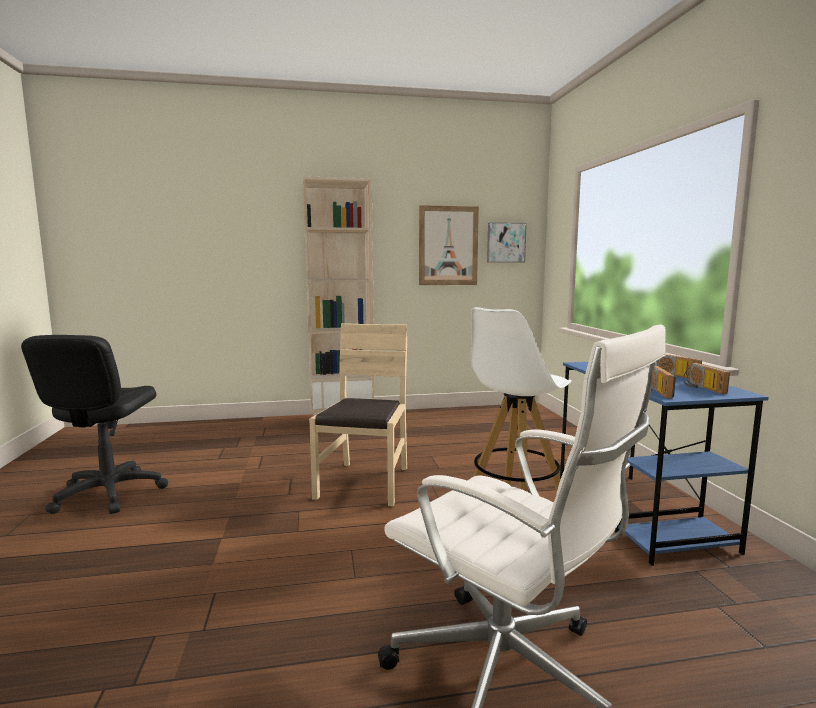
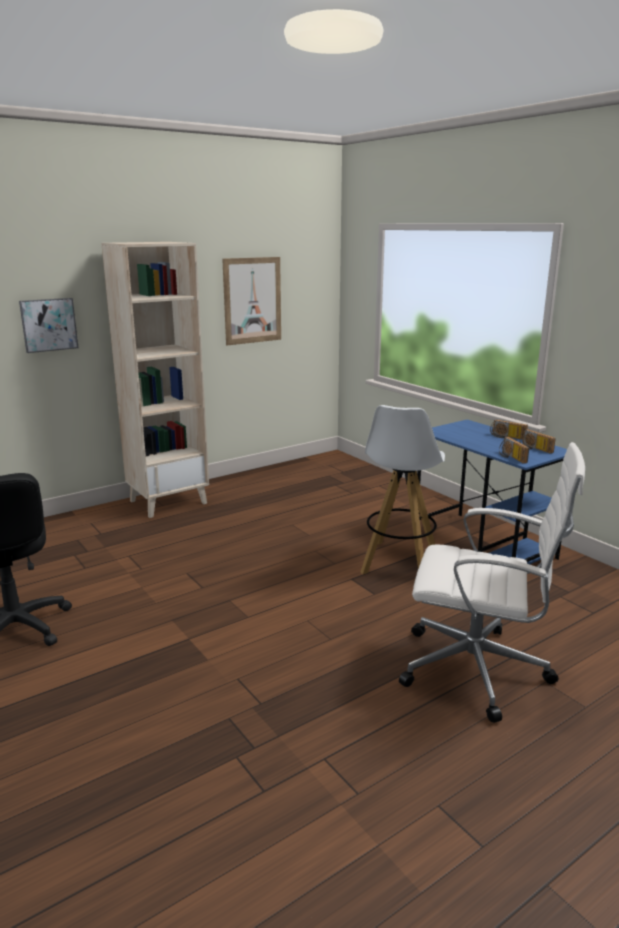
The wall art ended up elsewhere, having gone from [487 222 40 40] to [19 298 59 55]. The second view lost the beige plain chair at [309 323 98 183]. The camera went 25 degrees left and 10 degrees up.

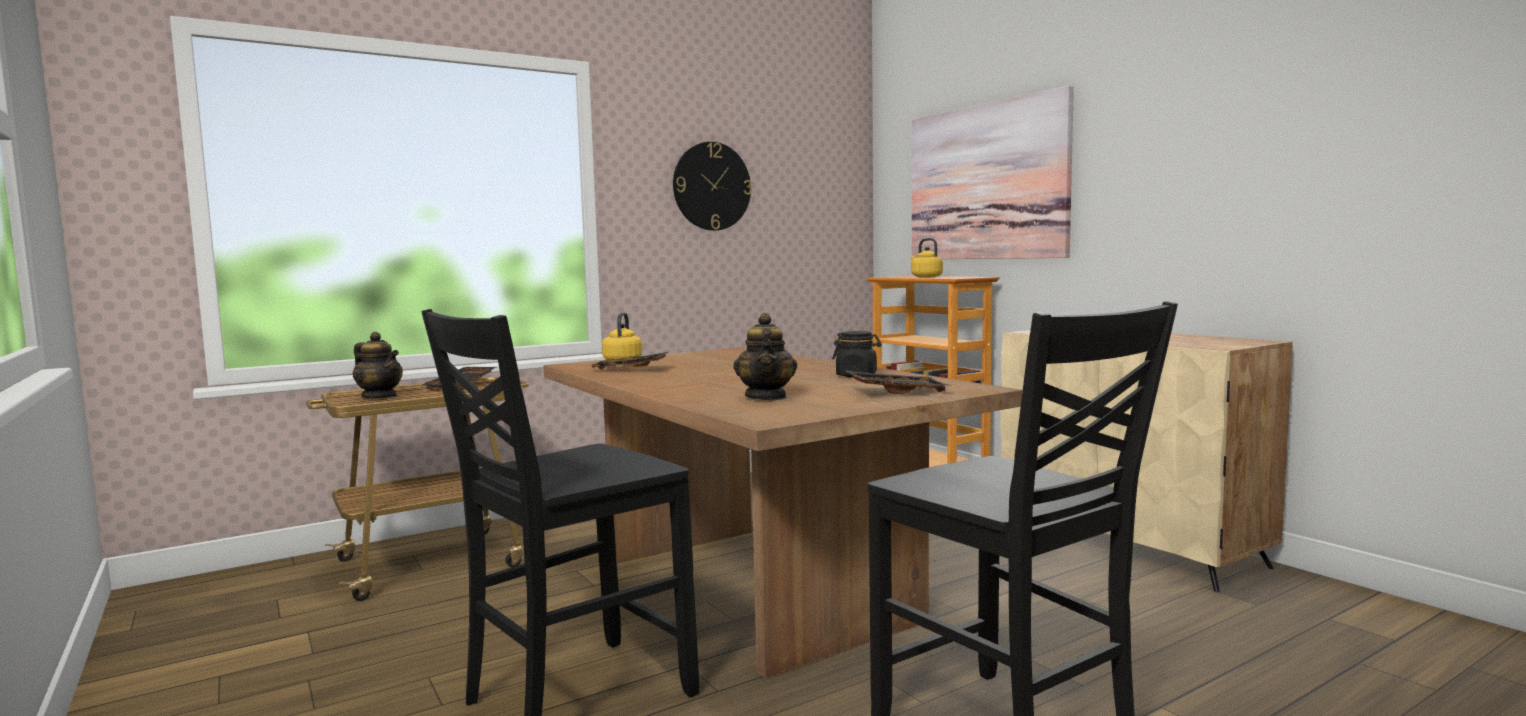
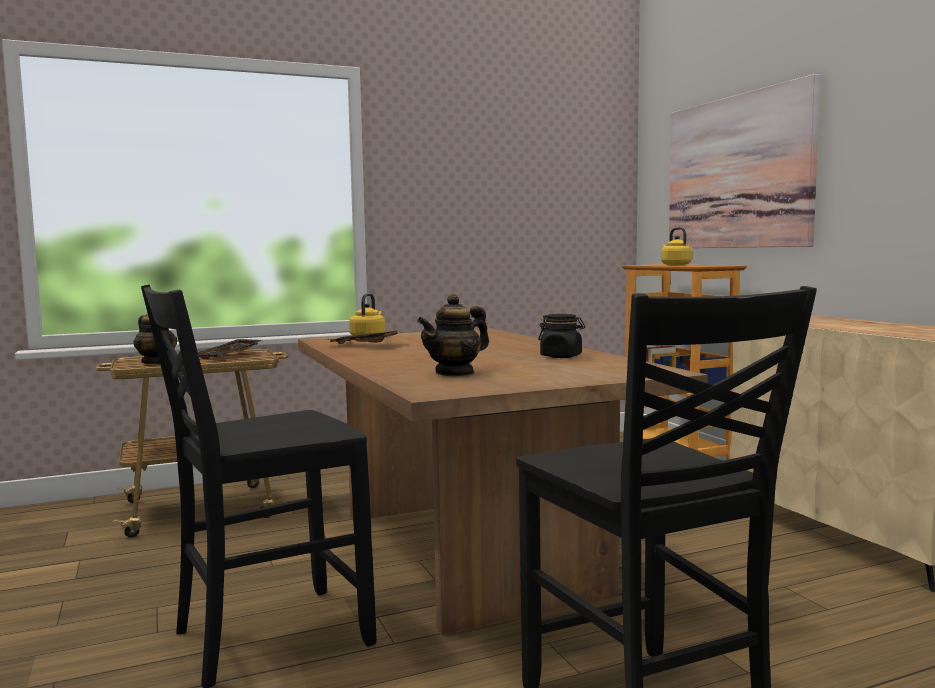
The pot for tea at [733 313 64 87] ended up facing another way, 45 degrees clockwise from before. The second view lost the hanging clock at [673 142 79 89]. The second view lost the black carrying tray at [846 371 105 23]. The camera went 10 degrees right and 0 degrees up.

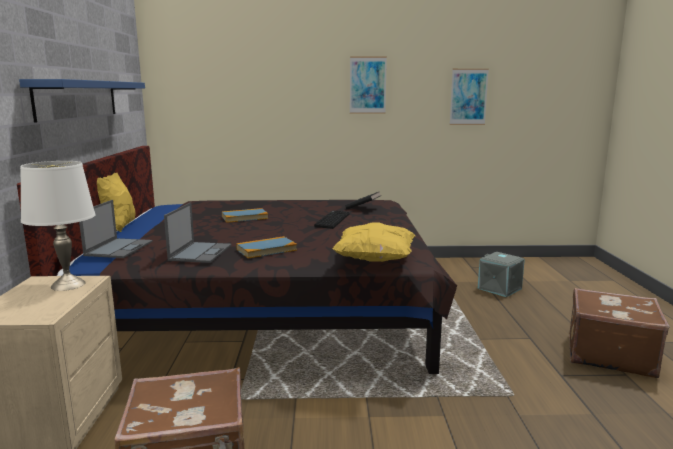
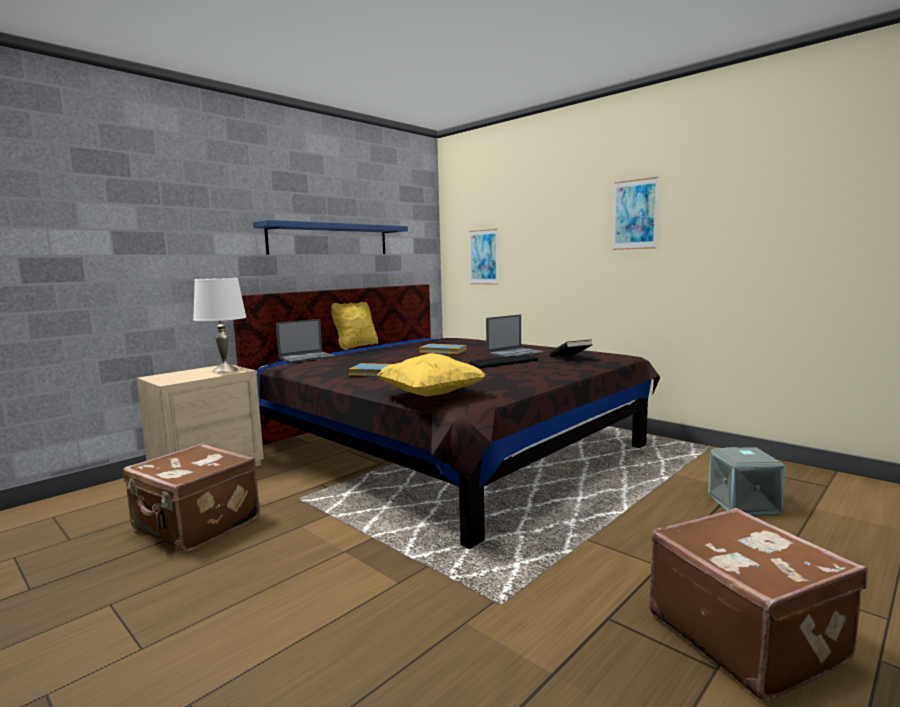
The wall art ended up elsewhere, having gone from [450 69 39 56] to [469 229 29 55]. The portable computer ended up elsewhere, having gone from [164 203 67 60] to [486 314 59 43]. The camera went 45 degrees right and 5 degrees down.

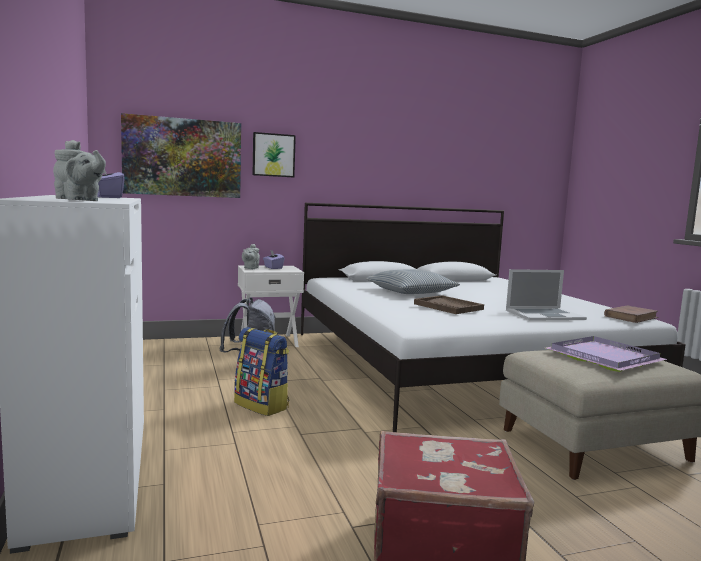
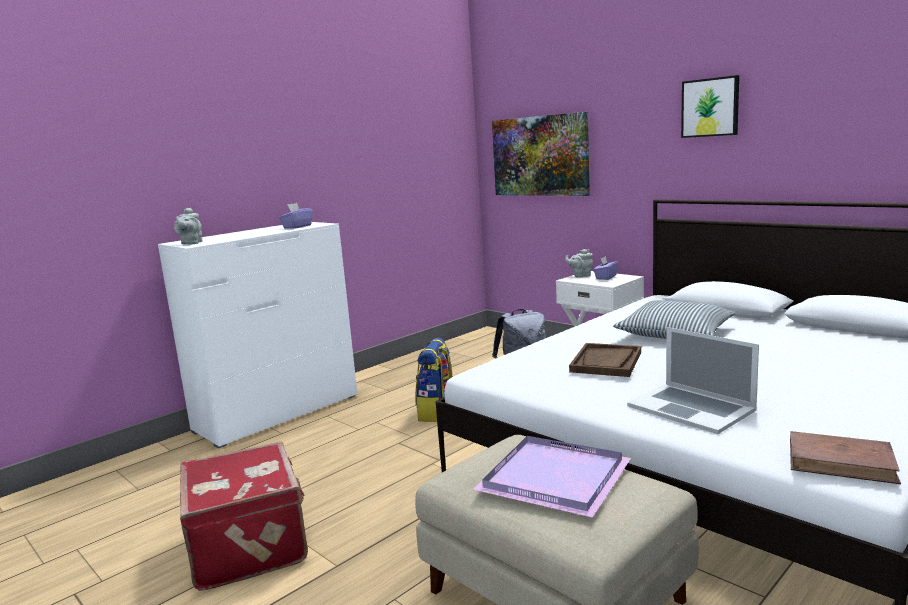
The wall art ended up elsewhere, having gone from [252 132 44 45] to [681 75 58 63]. The camera went 65 degrees right and 5 degrees up.

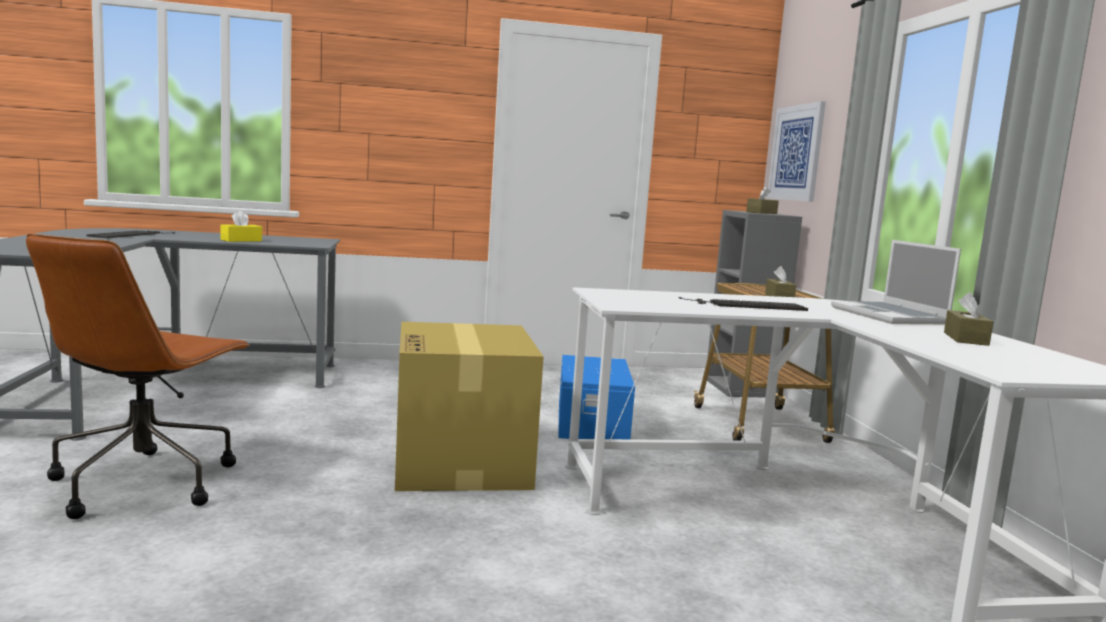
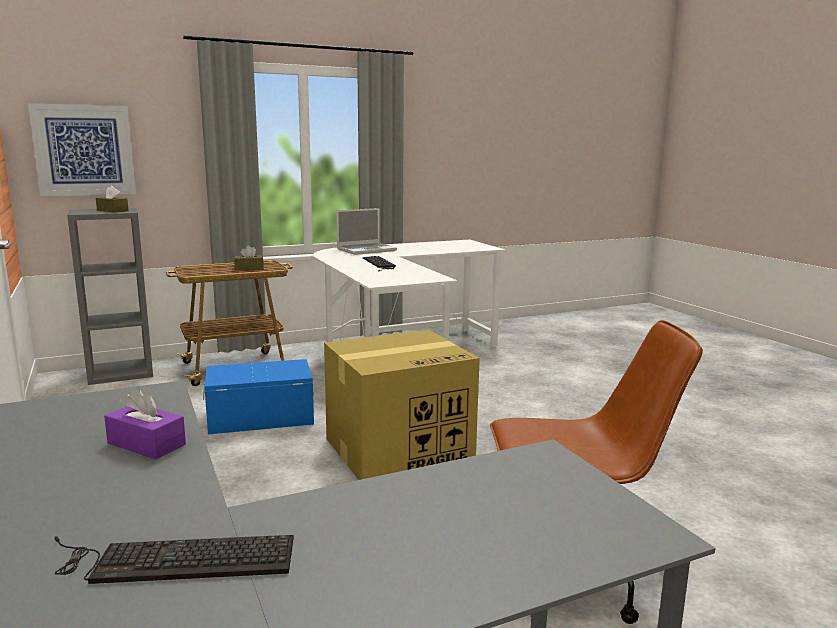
What was the yellowish tissue holder at [220 211 42 31] turned into the purplish tissue holder at [104 388 82 71]. The second view lost the brown tissue holder at [944 292 49 54]. The camera went 105 degrees left and 5 degrees up.

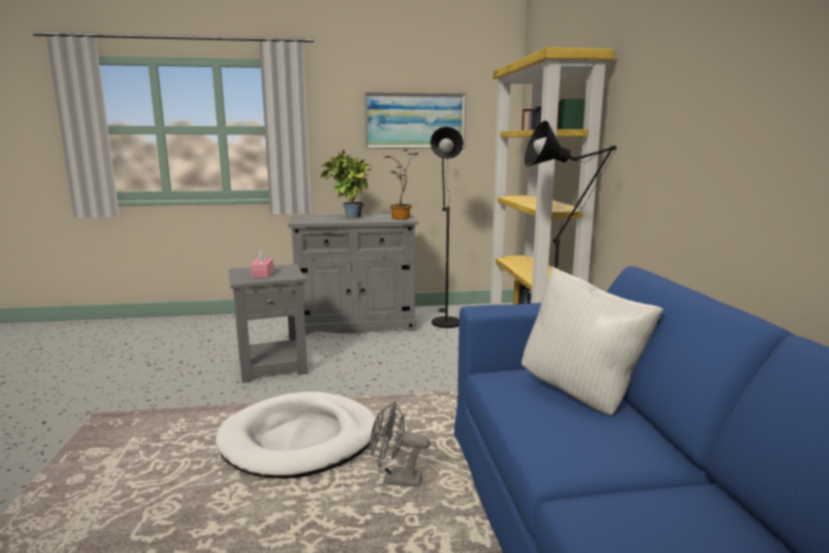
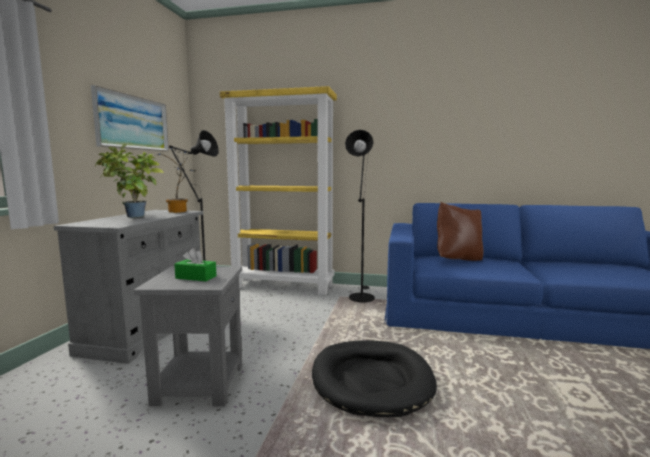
What was the pink tissue holder at [251 249 23 29] turned into the green-coloured tissue holder at [174 248 42 34]. What was the white pet bed at [215 392 164 87] turned into the black pet bed at [312 340 125 77]. What was the white throw pillow at [521 266 142 149] turned into the brown throw pillow at [437 202 46 59]. The second view lost the gray electric fan at [370 402 60 85]. The camera went 70 degrees left and 5 degrees down.

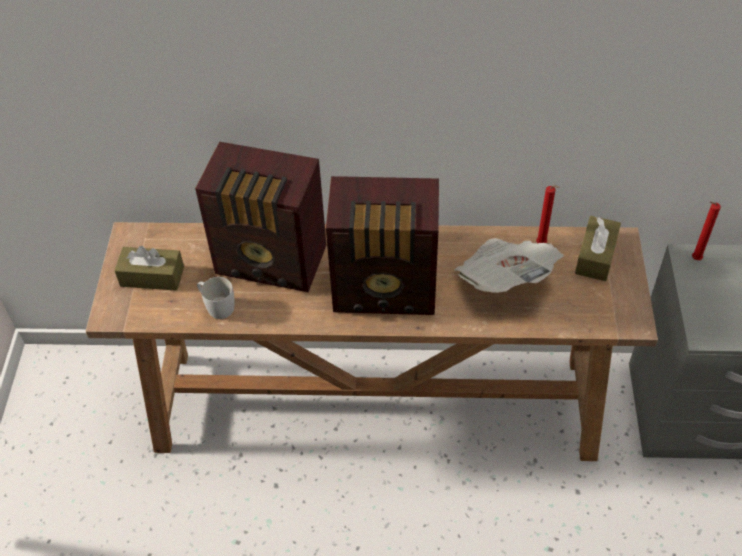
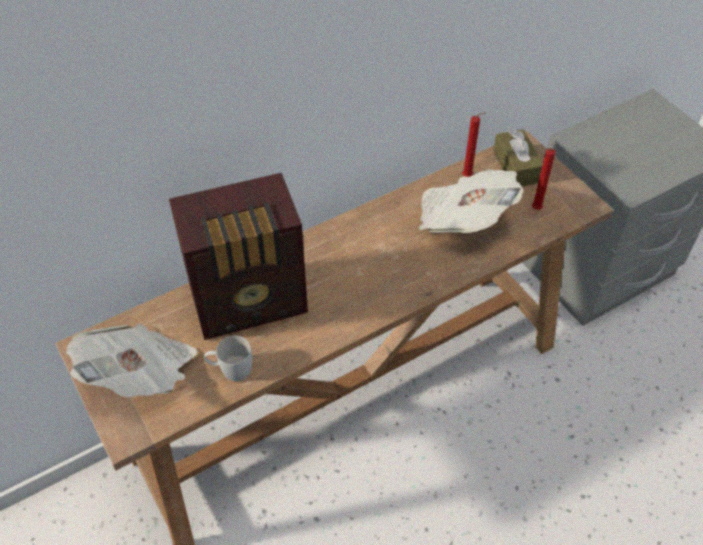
Where the brown tissue holder stood at [114 246 70 45], the daily paper came to stand at [66 324 131 74]. The reddish wax candle ended up elsewhere, having gone from [692 202 29 58] to [532 148 24 62]. The second view lost the radio set at [326 176 113 139]. The camera went 35 degrees left and 0 degrees up.

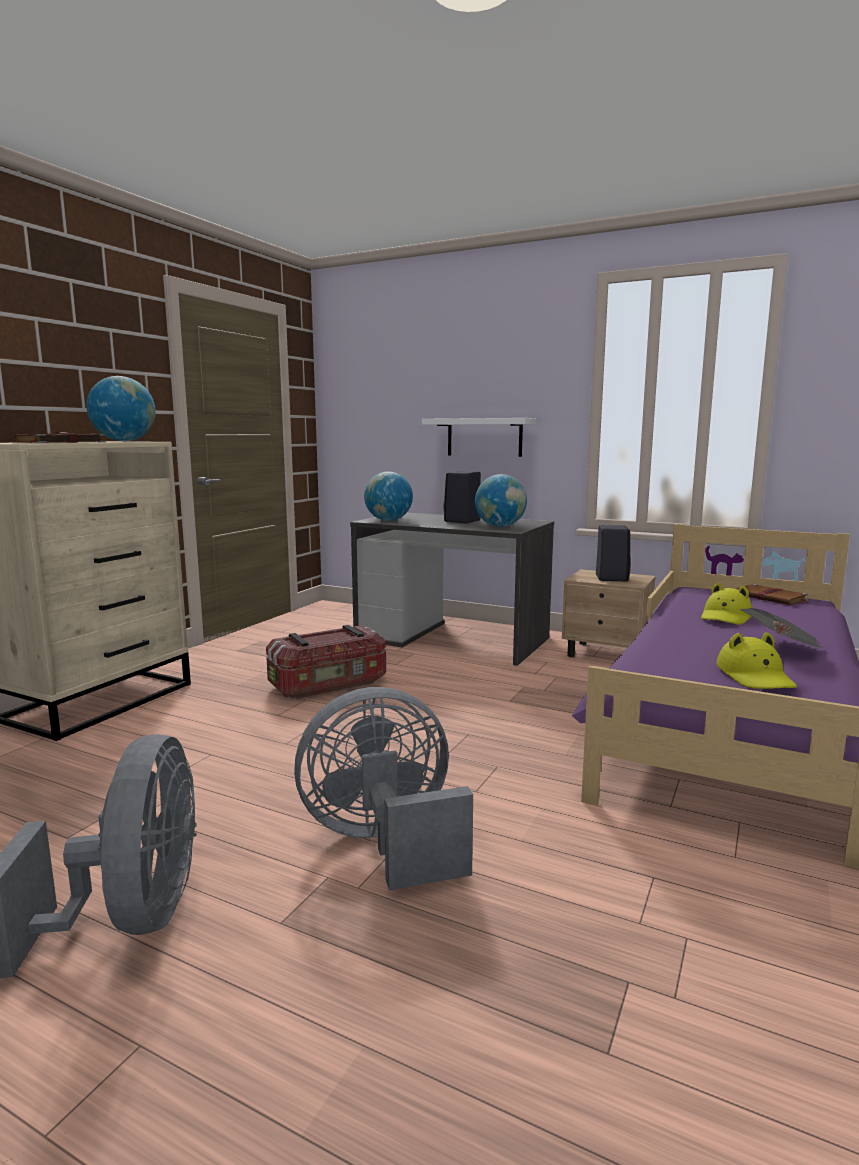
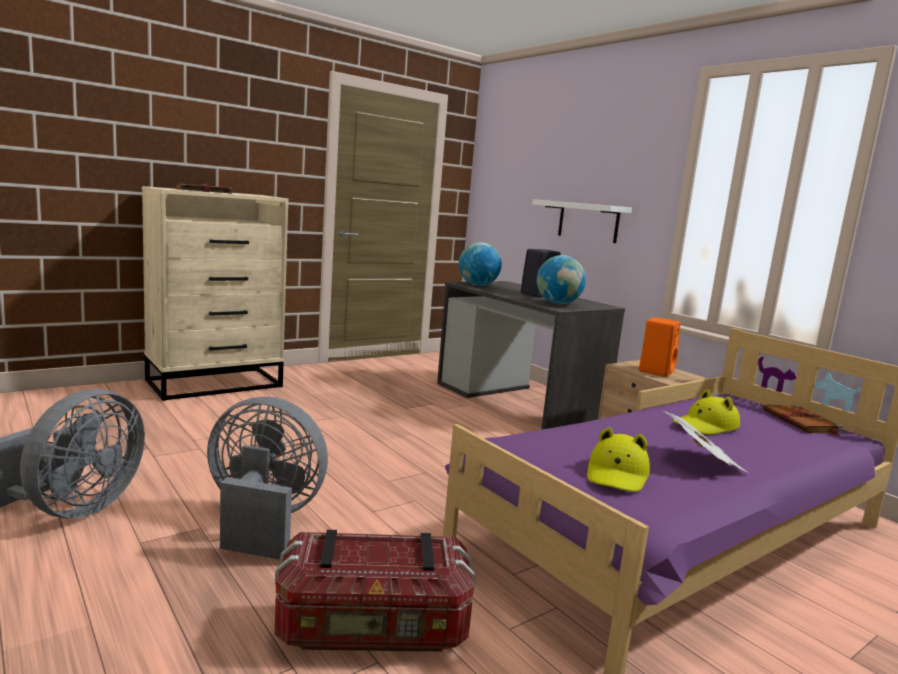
The storage box ended up elsewhere, having gone from [266 625 120 74] to [275 530 200 122]. What was the black audio speaker at [596 525 35 56] turned into the orange-coloured audio speaker at [639 317 41 60]. The second view lost the globe at [86 376 70 65]. The camera went 25 degrees right and 0 degrees up.

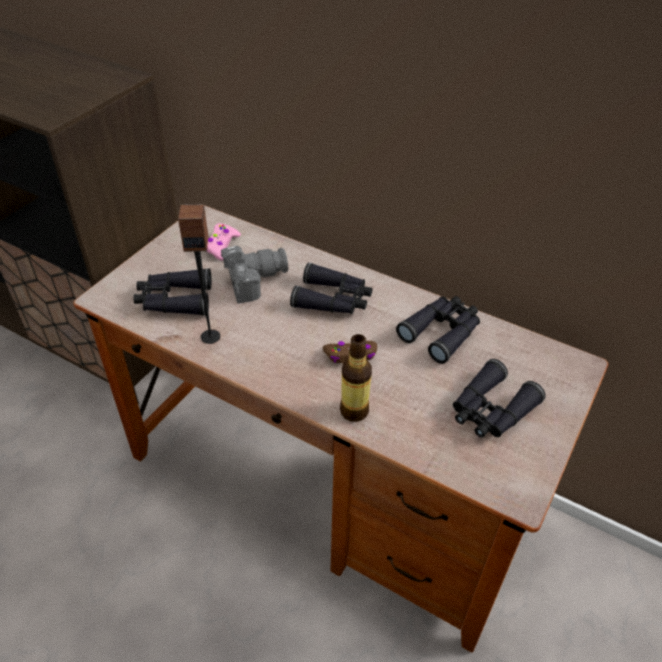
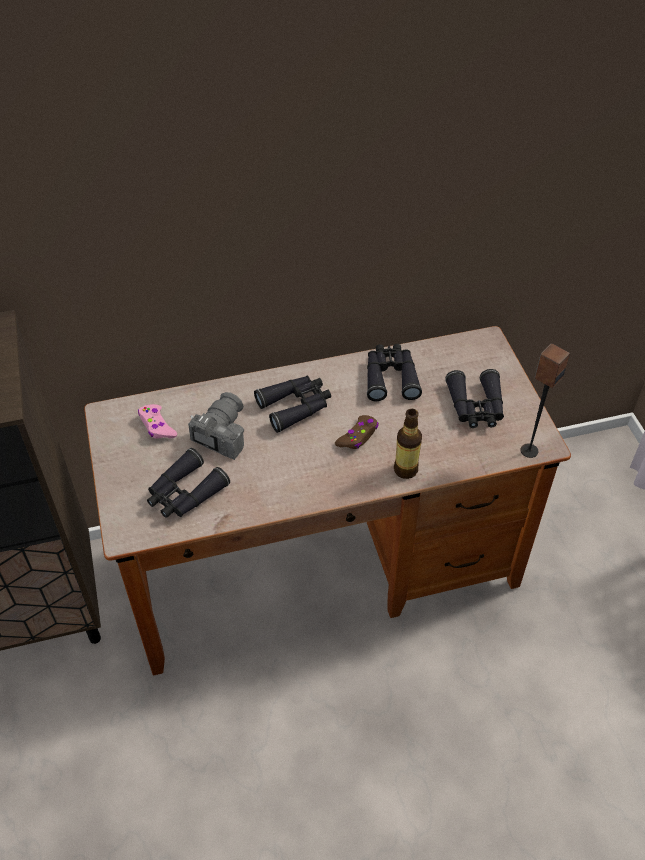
The audio speaker ended up elsewhere, having gone from [178 204 42 140] to [520 343 50 115]. The camera went 45 degrees left and 5 degrees up.

